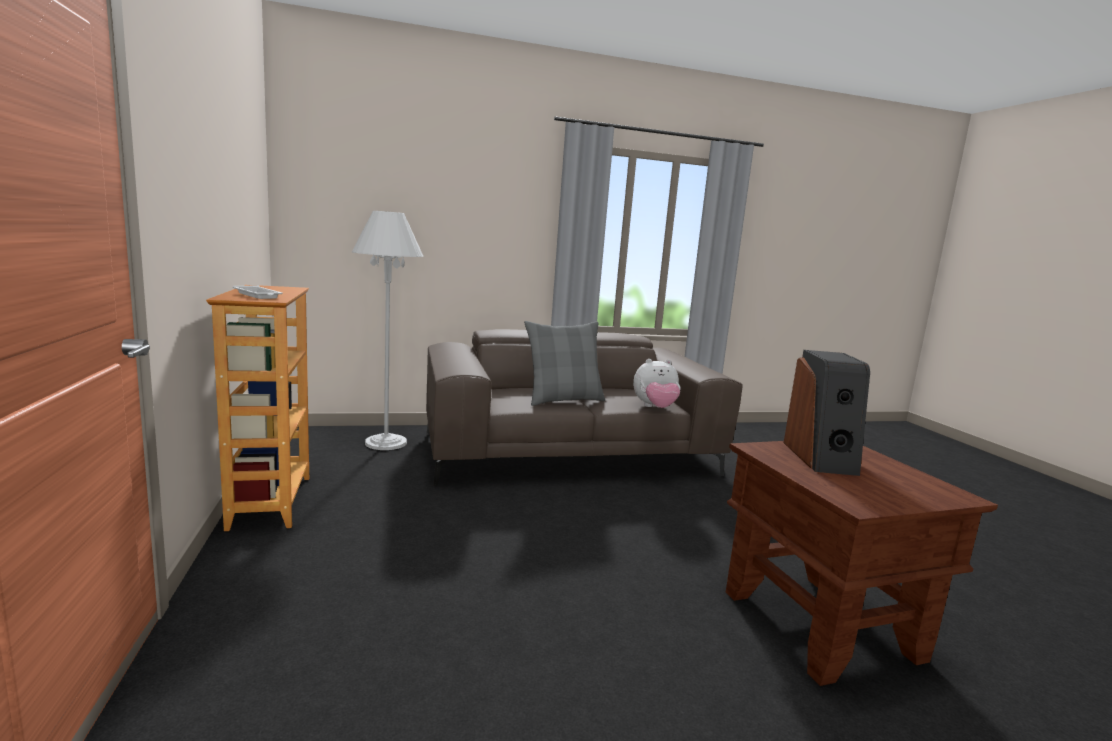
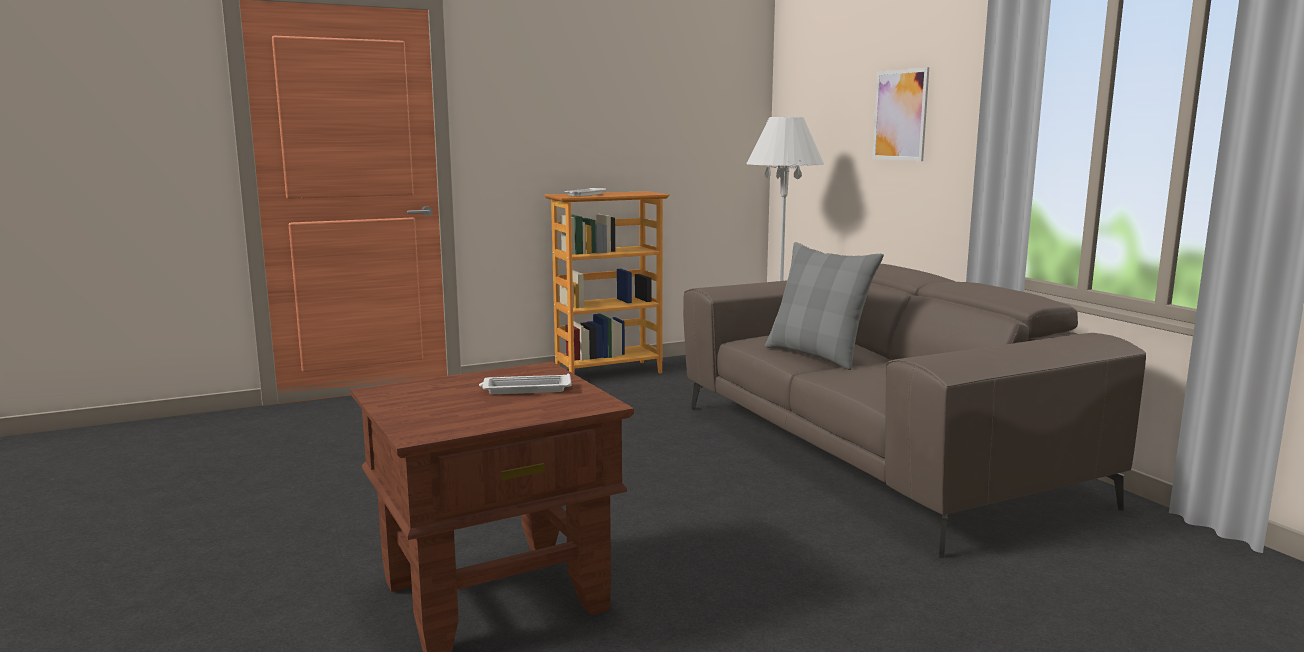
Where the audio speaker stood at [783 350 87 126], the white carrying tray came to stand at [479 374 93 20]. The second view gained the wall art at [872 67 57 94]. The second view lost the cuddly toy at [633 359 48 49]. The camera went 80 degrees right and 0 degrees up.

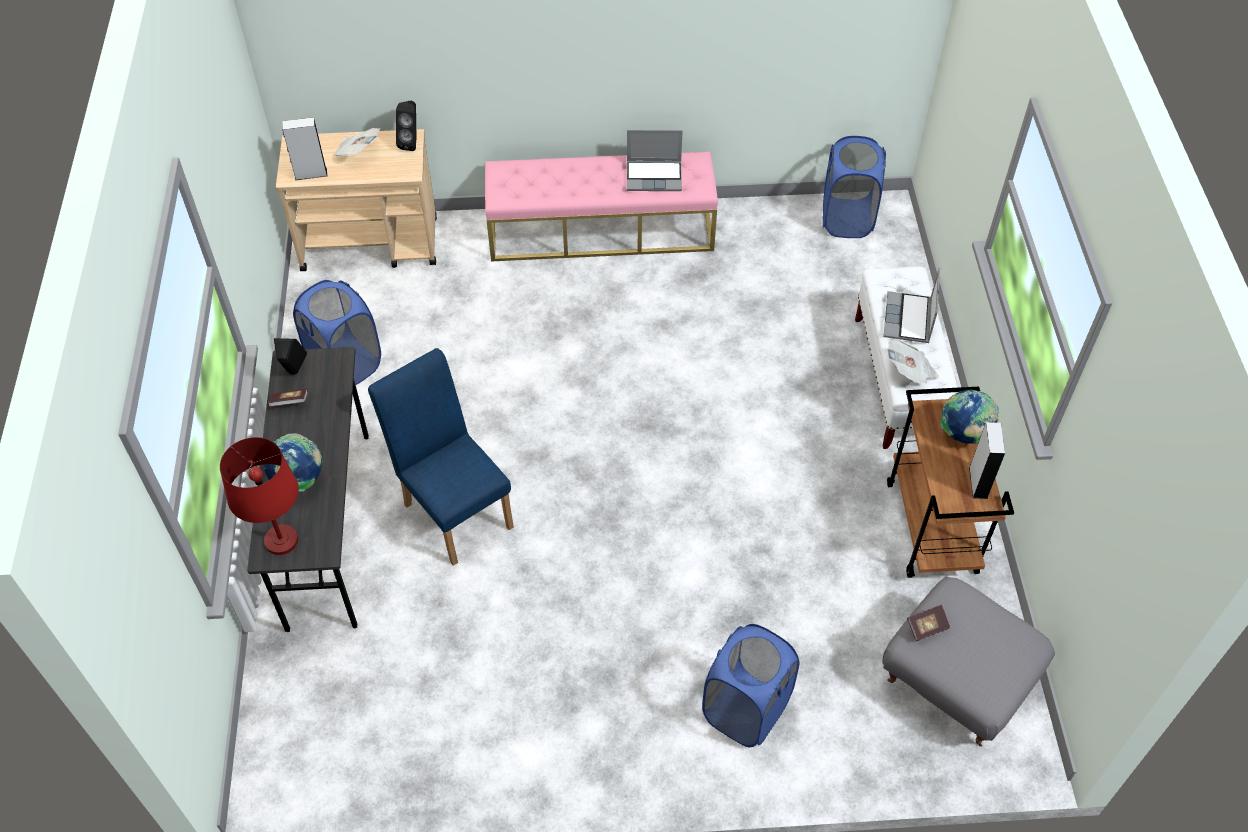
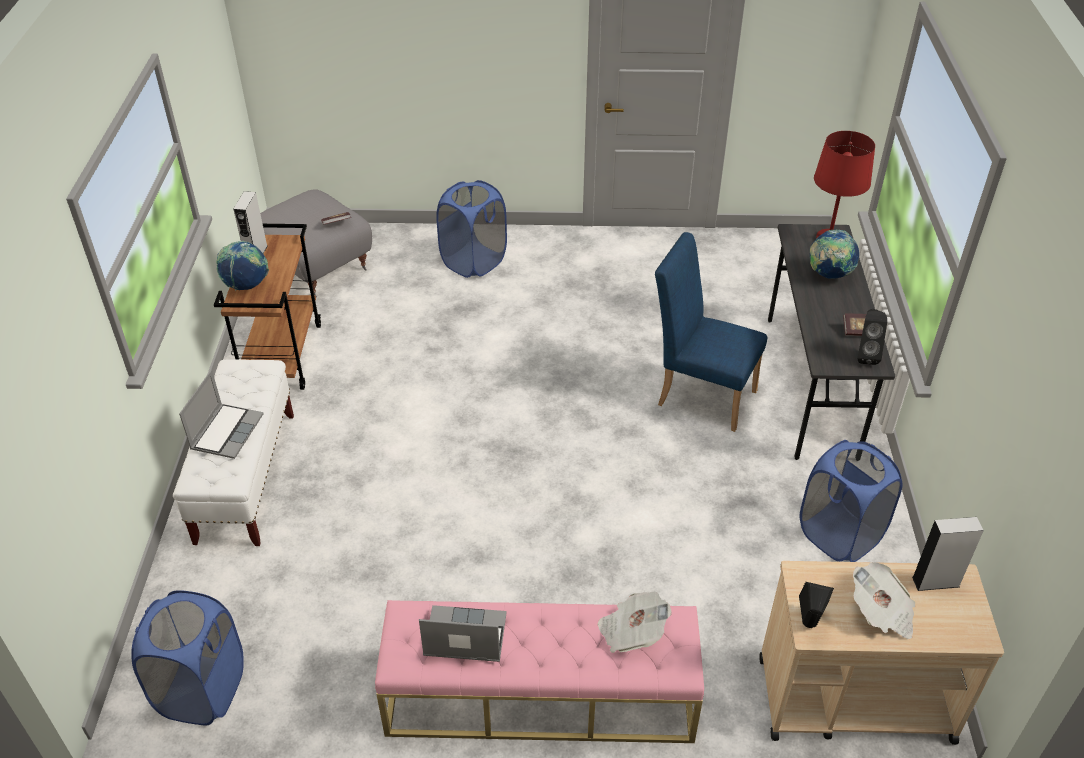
The daily paper ended up elsewhere, having gone from [885 339 54 45] to [597 591 75 62]. The bluish plain chair at [368 348 146 218] ended up facing another way, 150 degrees clockwise from before. The camera went 175 degrees left and 10 degrees down.

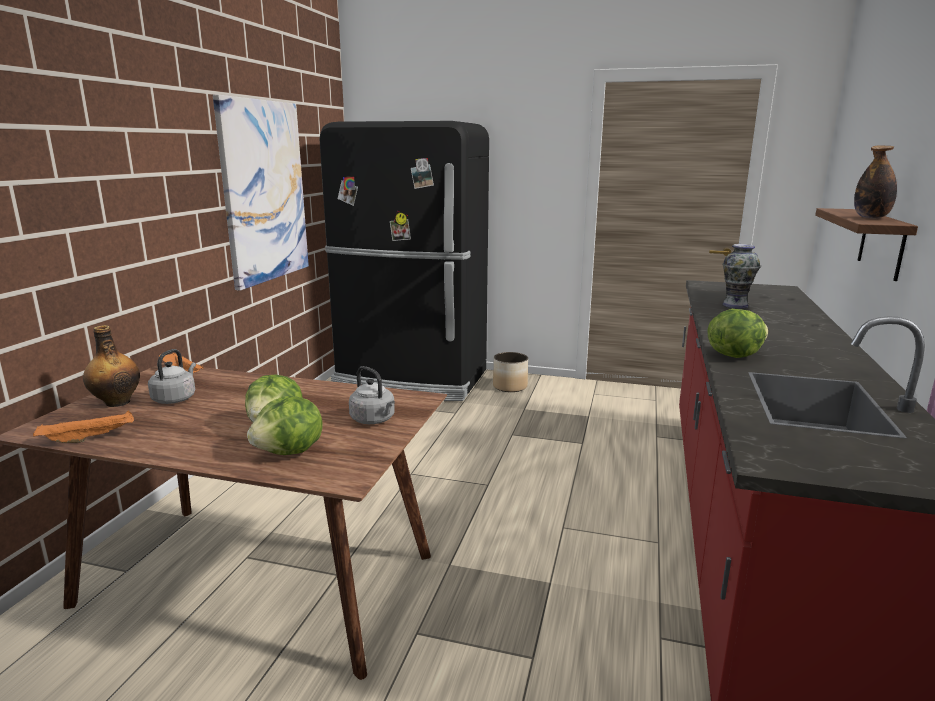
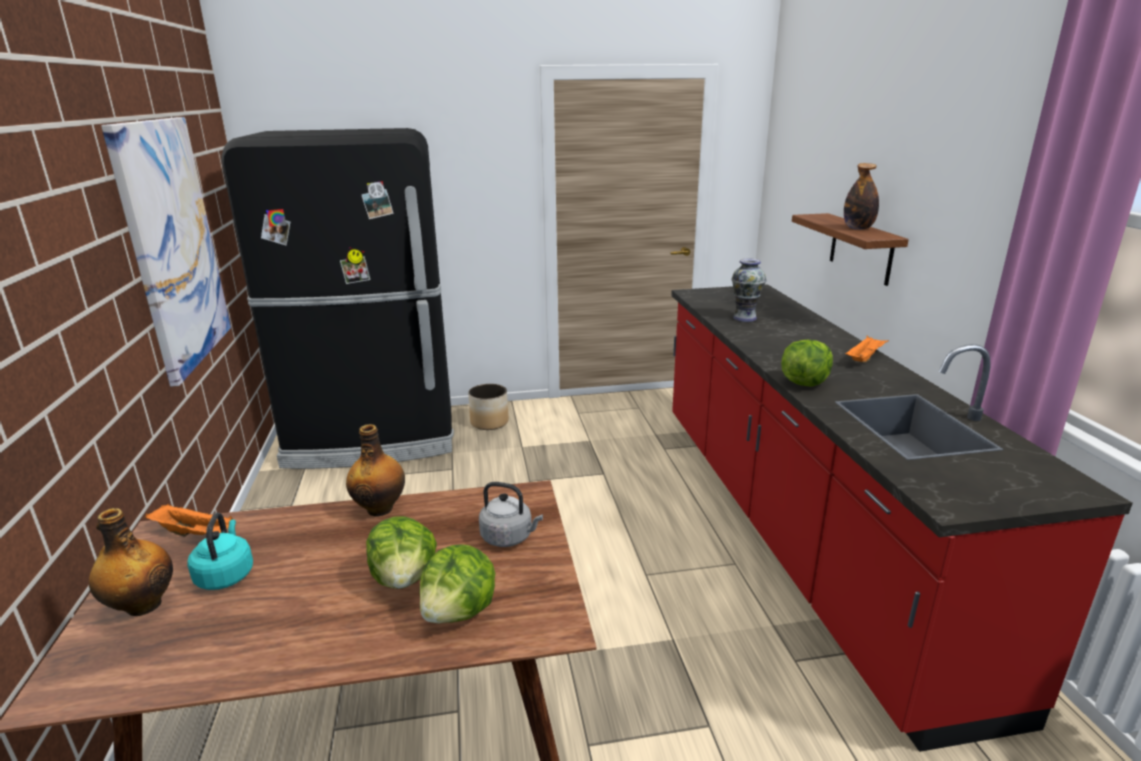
What was the gray water kettle at [148 349 48 55] turned into the blue-green water kettle at [187 513 66 77]. The second view gained the beverage bottle at [346 424 59 92]. The orange-coloured carrying tray ended up elsewhere, having gone from [33 410 101 33] to [845 335 44 28]. The camera went 25 degrees left and 5 degrees up.

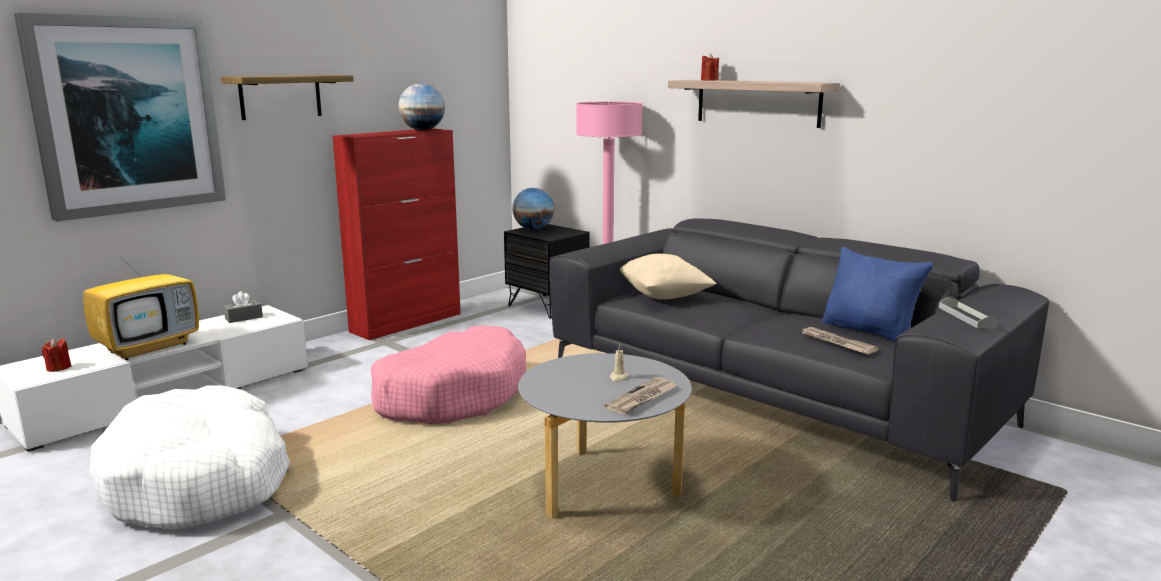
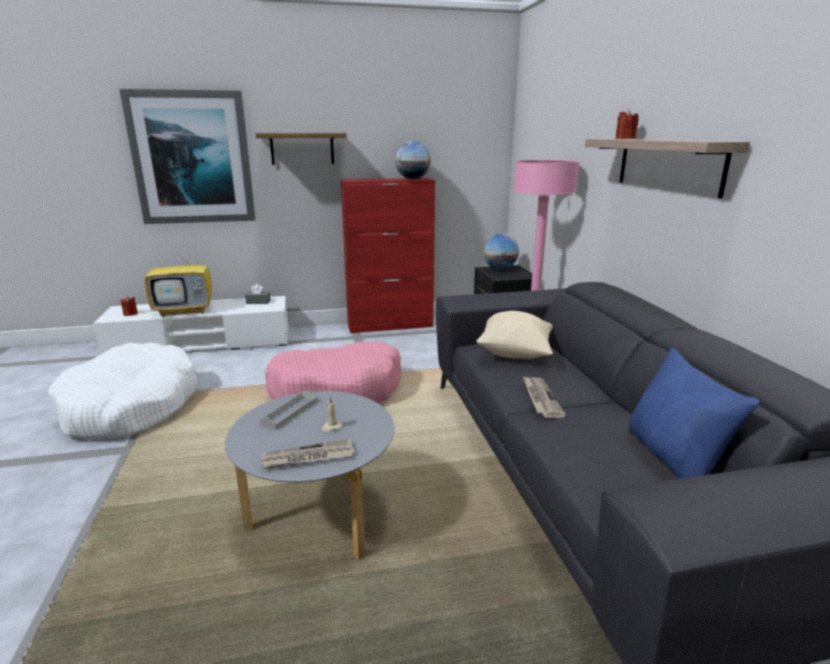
The gray carrying tray ended up elsewhere, having gone from [939 296 59 32] to [259 390 58 40]. The daily paper ended up elsewhere, having gone from [802 327 77 27] to [523 376 43 42]. The camera went 35 degrees right and 5 degrees up.

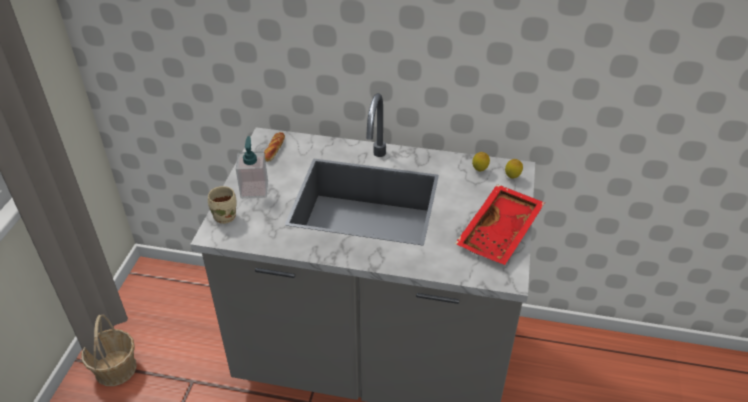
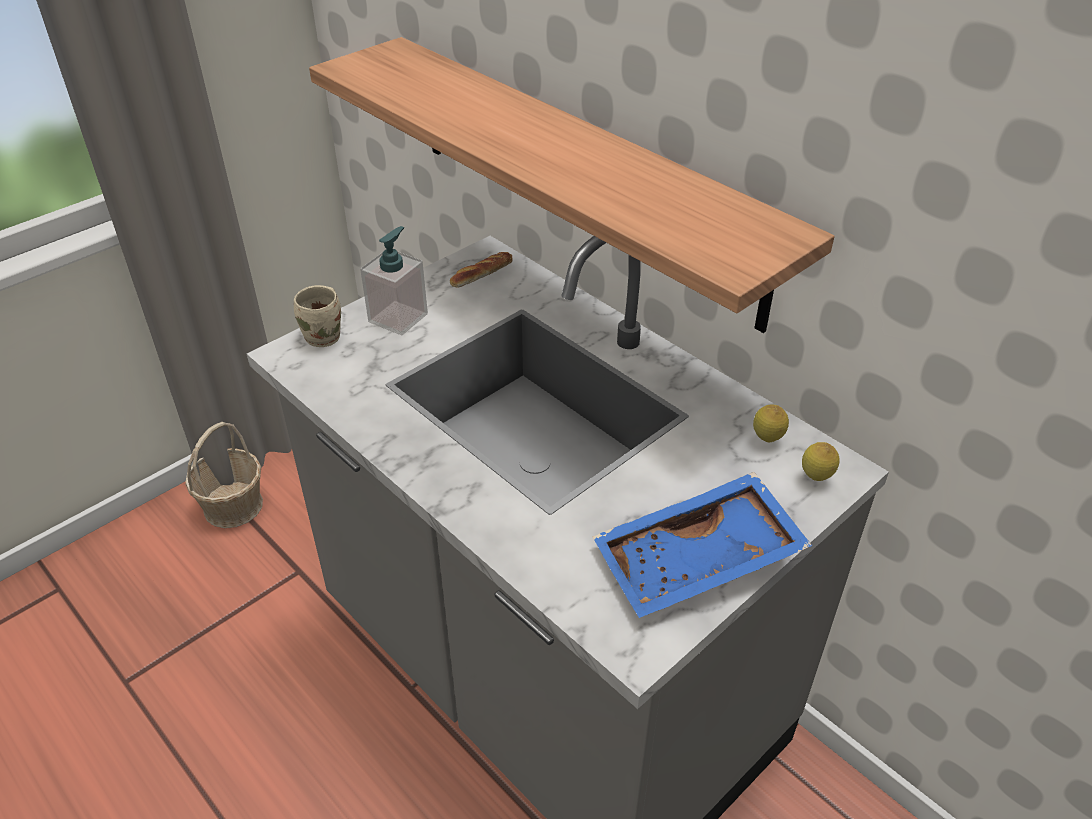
The second view gained the bracket shelf at [309 37 525 296]. What was the reddish carrying tray at [455 184 90 81] turned into the bluish carrying tray at [593 472 219 146]. The camera went 35 degrees right and 0 degrees up.

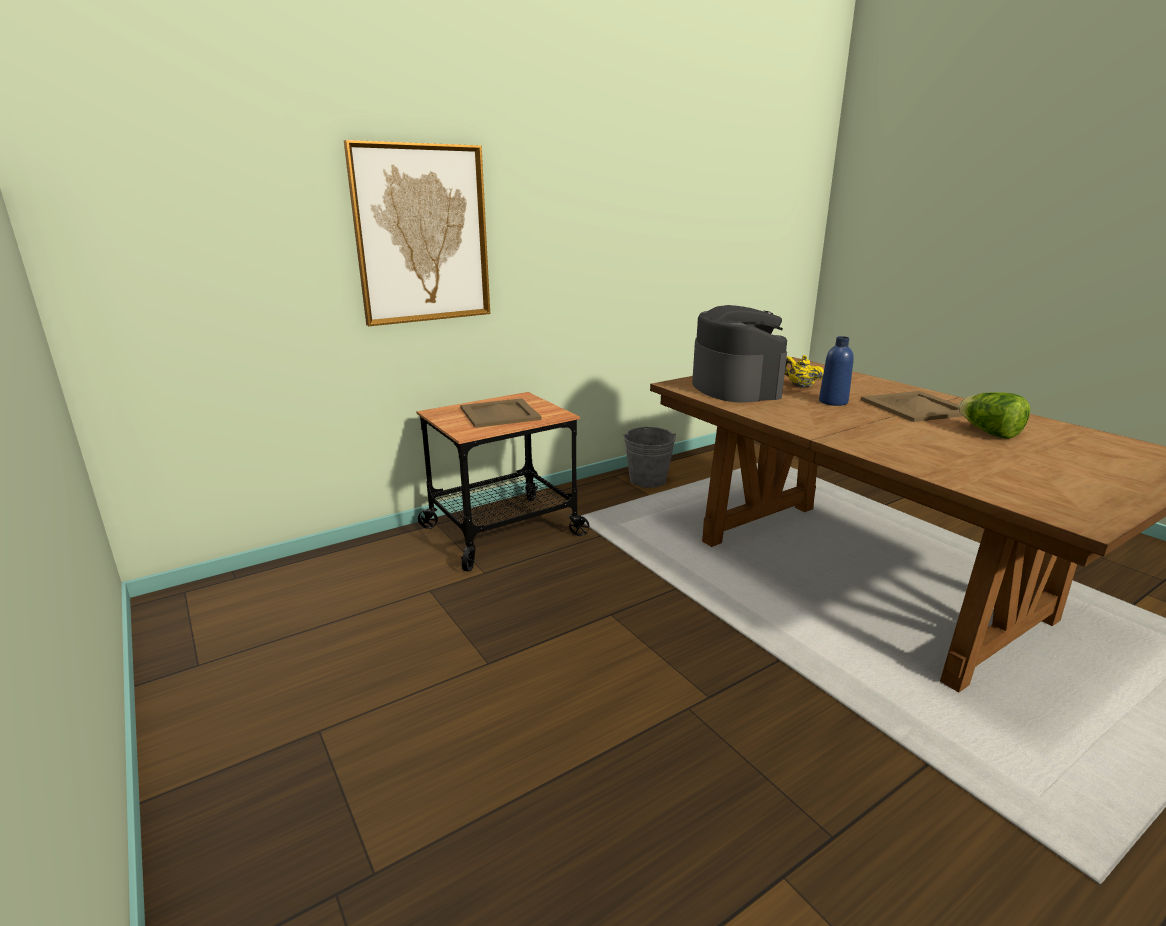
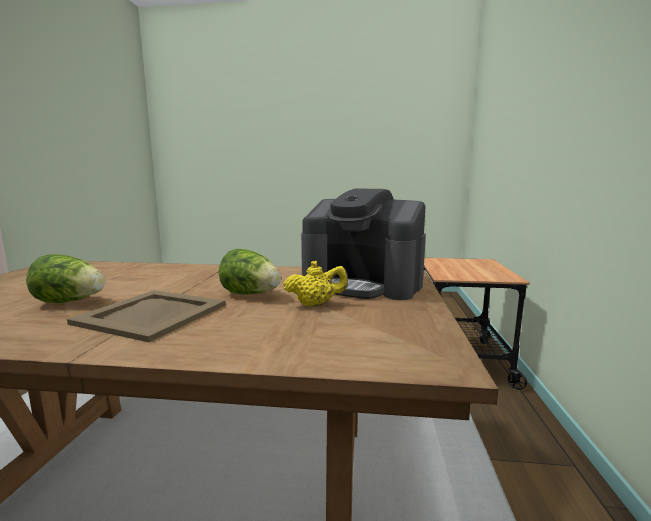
Where the bluish beverage bottle stood at [819 336 35 70], the lettuce head came to stand at [219 249 62 45]. The second view lost the wall art at [344 140 146 186]. The second view lost the beige carrying tray at [460 398 81 30]. The second view lost the gray pail at [624 427 52 61]. The camera went 130 degrees right and 10 degrees down.

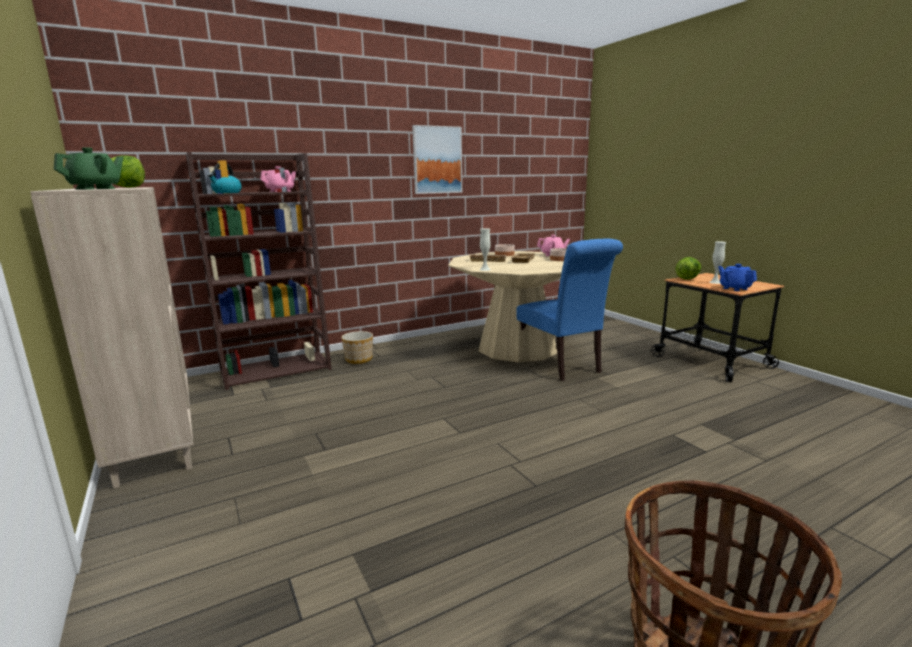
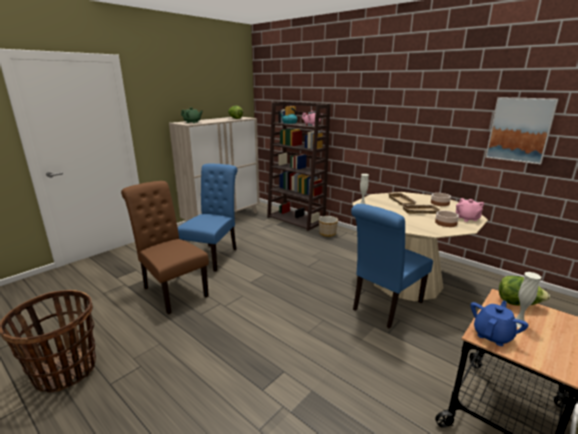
The second view gained the brown plain chair at [121 181 88 133]. The second view gained the bluish plain chair at [178 163 60 109]. The wall art ended up elsewhere, having gone from [412 125 50 69] to [485 97 74 67]. The camera went 70 degrees right and 5 degrees up.

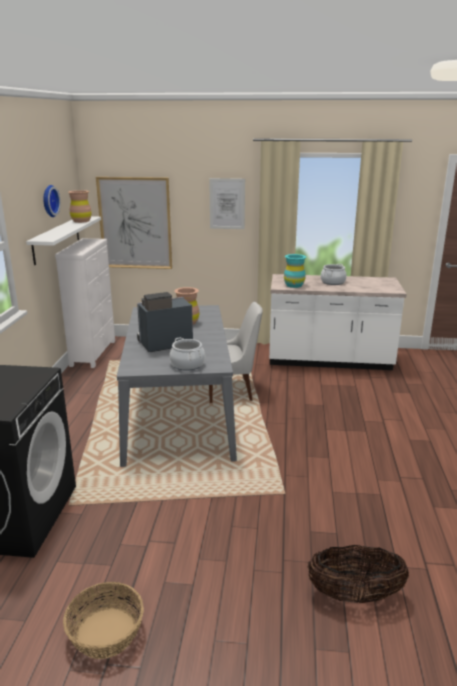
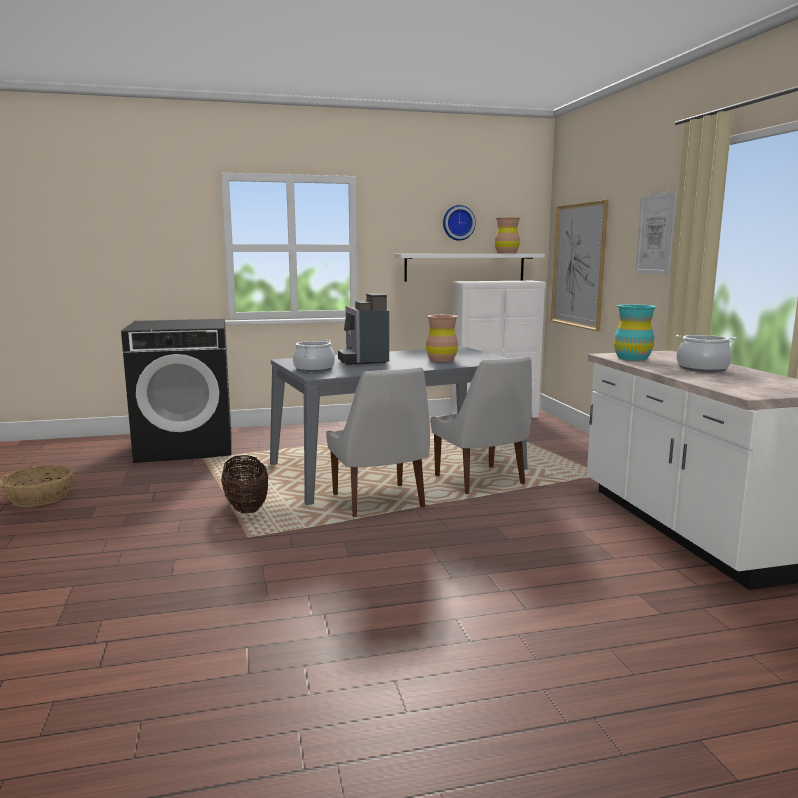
The household basket ended up elsewhere, having gone from [307 545 102 58] to [221 455 47 59]. The second view gained the white plain chair at [326 367 104 150]. The coffee maker at [137 292 56 60] ended up facing another way, 150 degrees counterclockwise from before. The camera went 70 degrees right and 10 degrees down.

